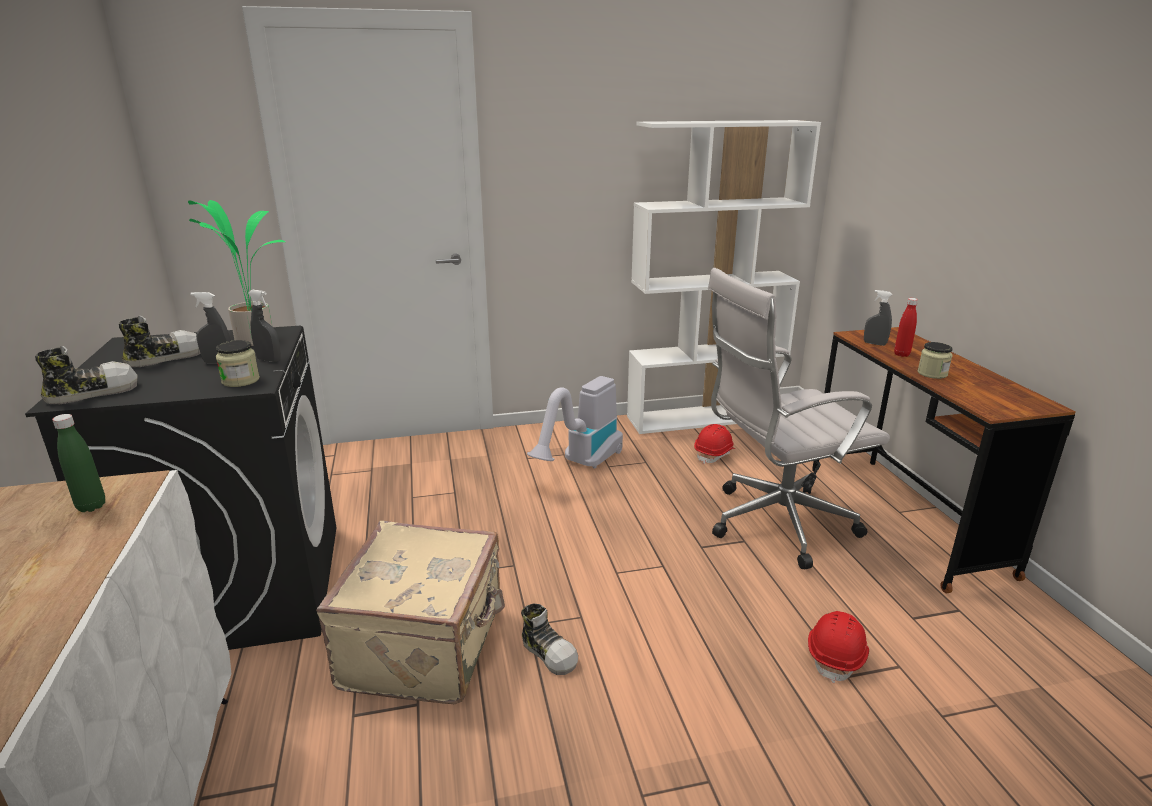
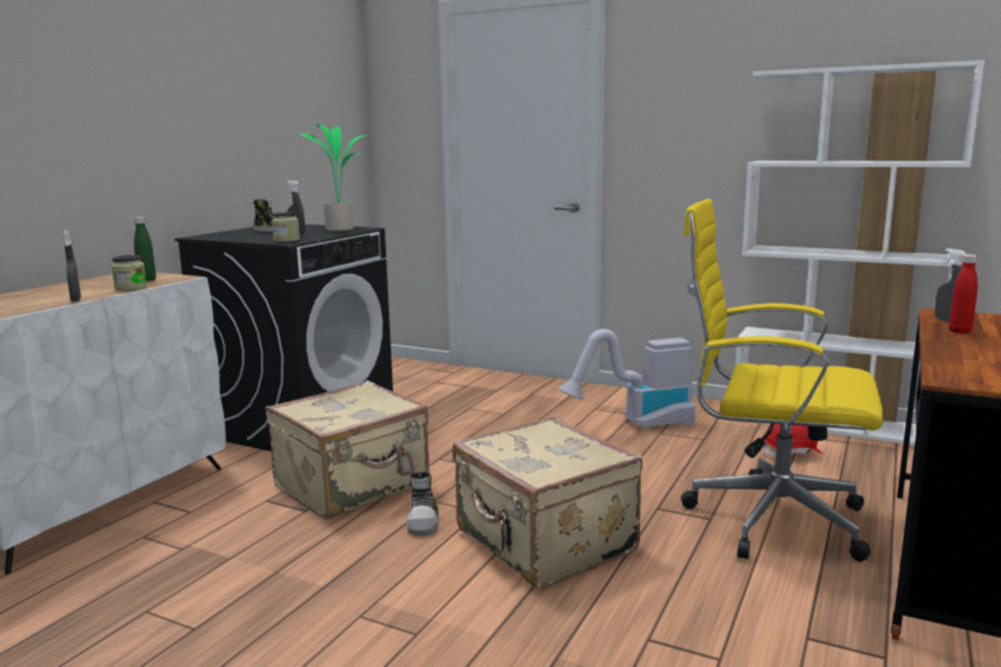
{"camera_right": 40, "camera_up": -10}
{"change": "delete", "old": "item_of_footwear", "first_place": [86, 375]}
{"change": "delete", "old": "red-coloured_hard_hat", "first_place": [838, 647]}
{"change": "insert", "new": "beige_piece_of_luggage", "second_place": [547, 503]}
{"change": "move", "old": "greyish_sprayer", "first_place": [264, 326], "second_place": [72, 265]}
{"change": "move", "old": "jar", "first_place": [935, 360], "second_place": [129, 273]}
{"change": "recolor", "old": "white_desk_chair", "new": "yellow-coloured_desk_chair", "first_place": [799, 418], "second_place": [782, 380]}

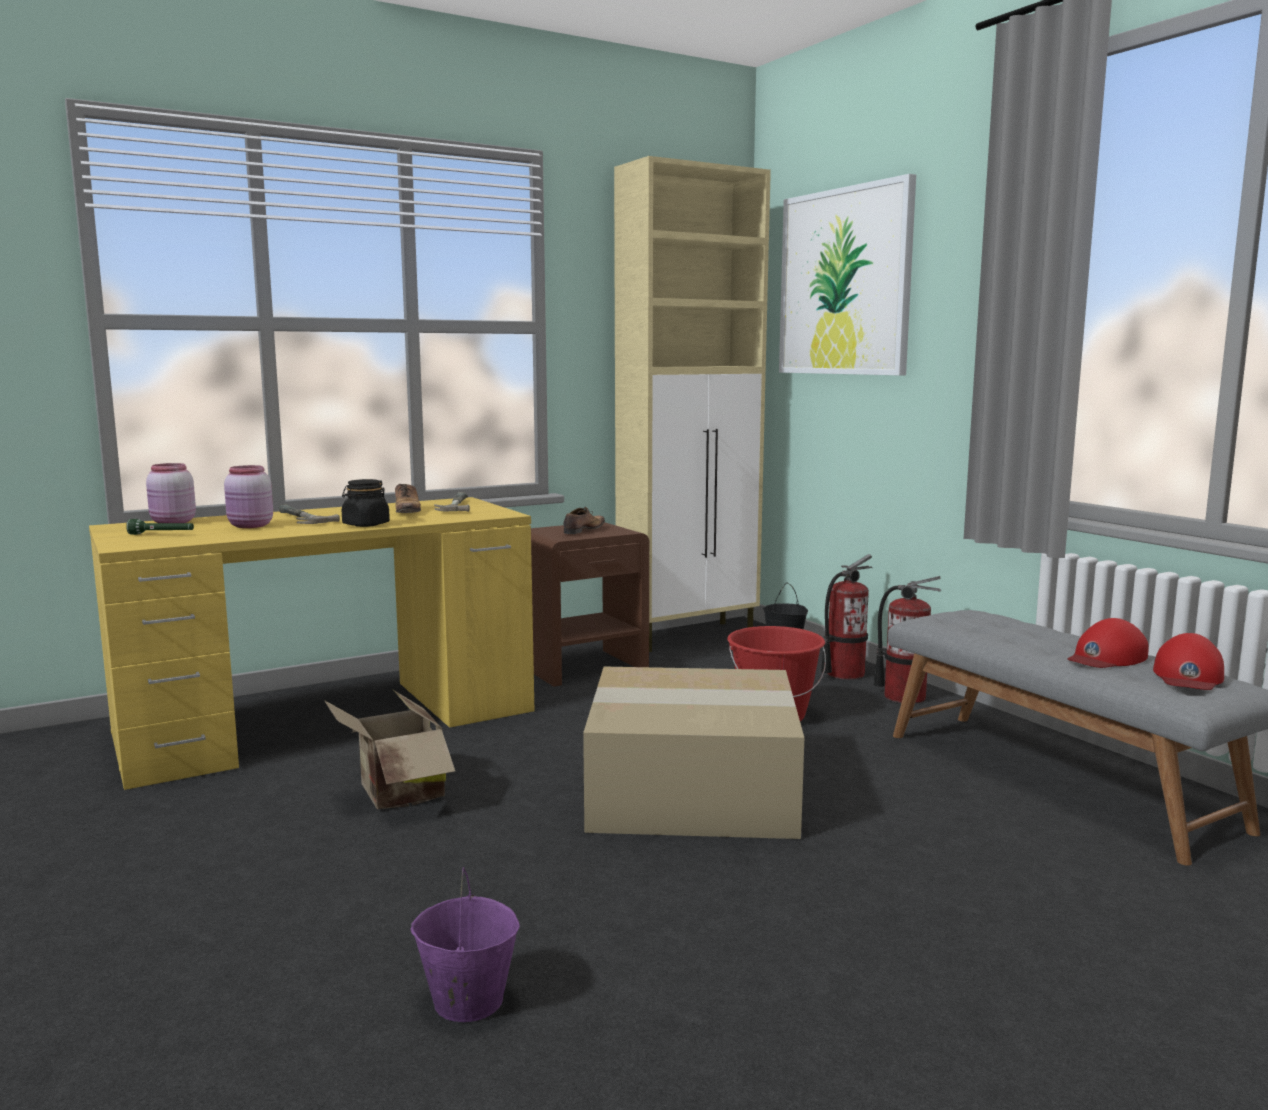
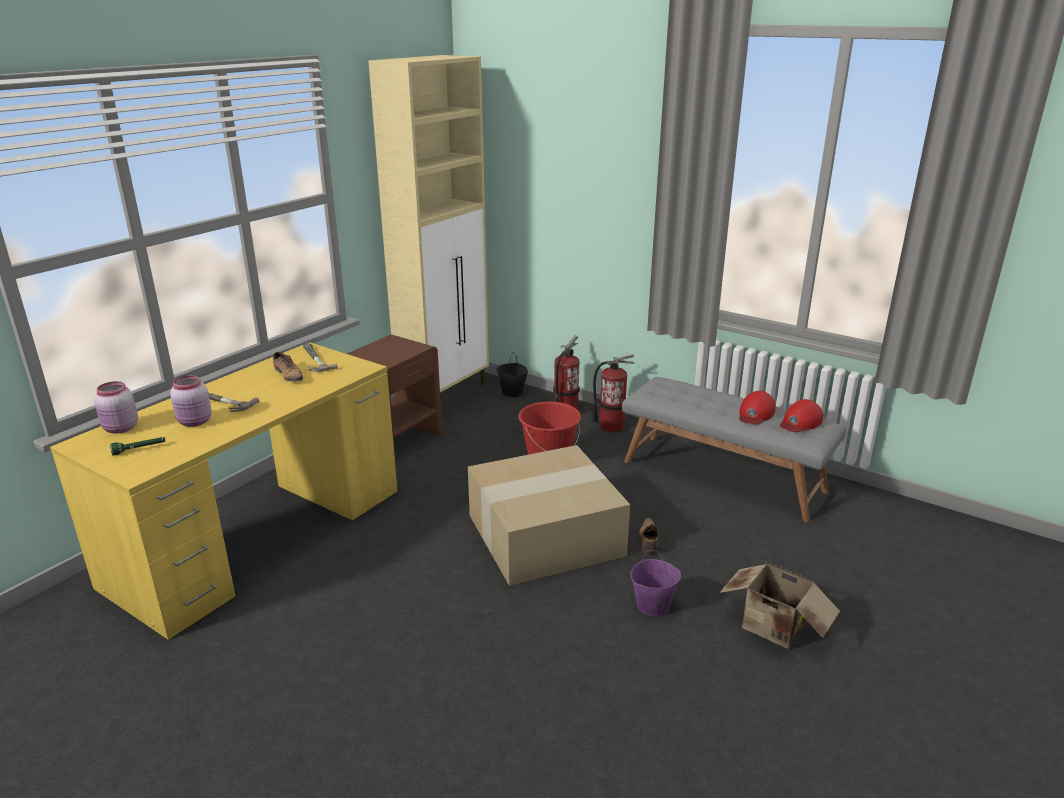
{"camera_right": -25, "camera_up": 15}
{"change": "delete", "old": "black-coloured_jar", "first_place": [366, 503]}
{"change": "delete", "old": "wall_picture", "first_place": [847, 274]}
{"change": "move", "old": "carton", "first_place": [389, 749], "second_place": [780, 604]}
{"change": "move", "old": "purple_bucket", "first_place": [465, 944], "second_place": [655, 583]}
{"change": "move", "old": "item_of_footwear", "first_place": [584, 520], "second_place": [649, 537]}
{"change": "rotate", "old": "red-coloured_peaked_cap", "first_place": [1188, 661], "second_place": [801, 415], "degrees": 45}

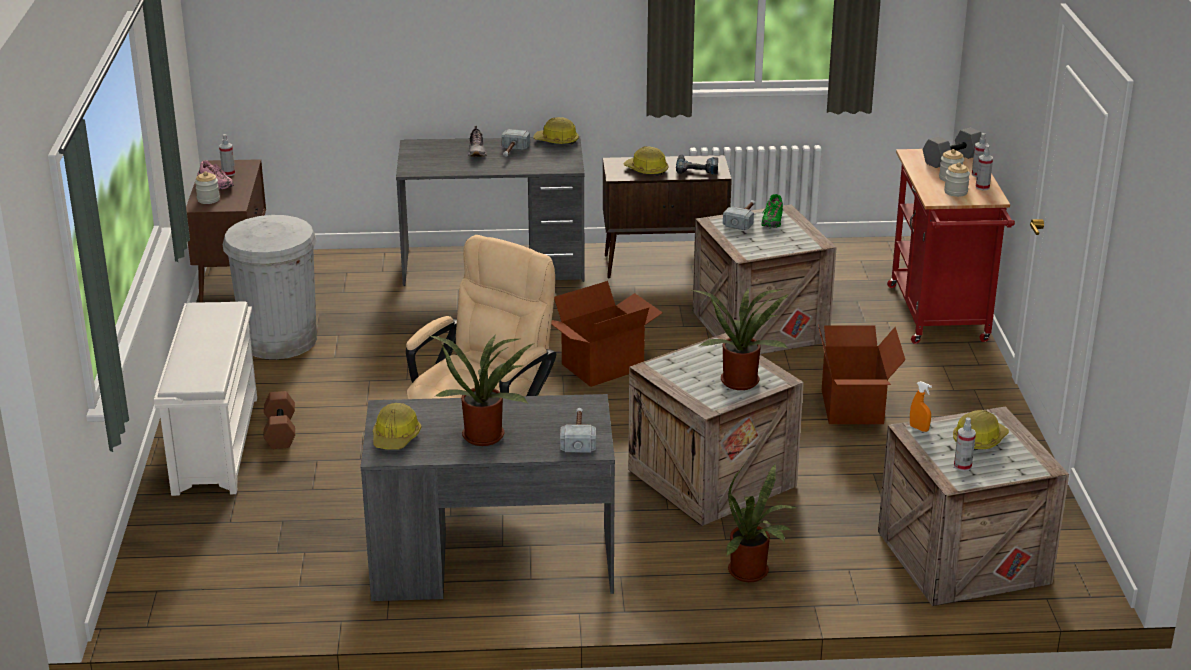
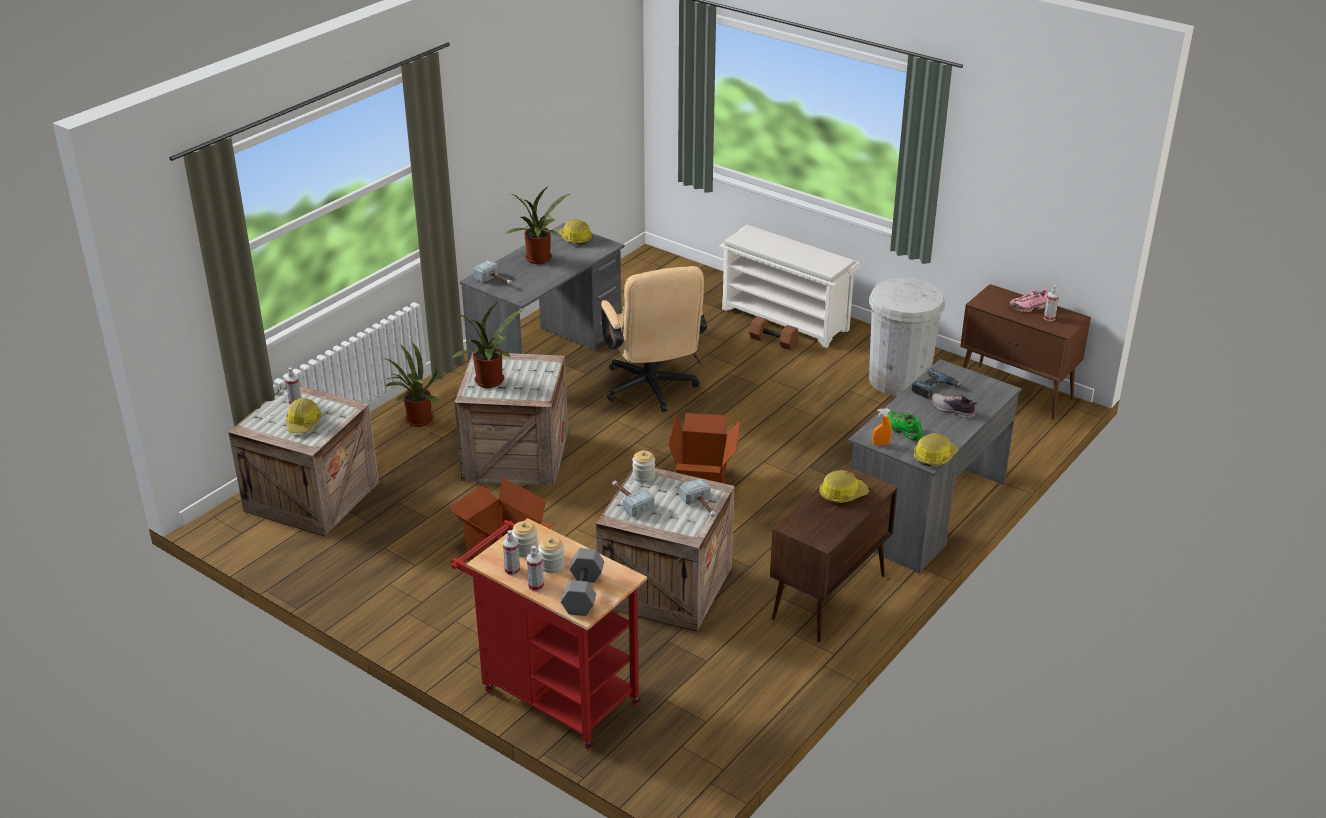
{"camera_right": 130, "camera_up": 5}
{"change": "move", "old": "jar", "first_place": [207, 188], "second_place": [643, 467]}
{"change": "move", "old": "tool_hammer", "first_place": [516, 143], "second_place": [633, 498]}
{"change": "move", "old": "drill", "first_place": [697, 164], "second_place": [936, 383]}
{"change": "move", "old": "greenish_item_of_footwear", "first_place": [772, 211], "second_place": [906, 426]}
{"change": "move", "old": "orange-coloured_sprayer", "first_place": [921, 406], "second_place": [882, 427]}

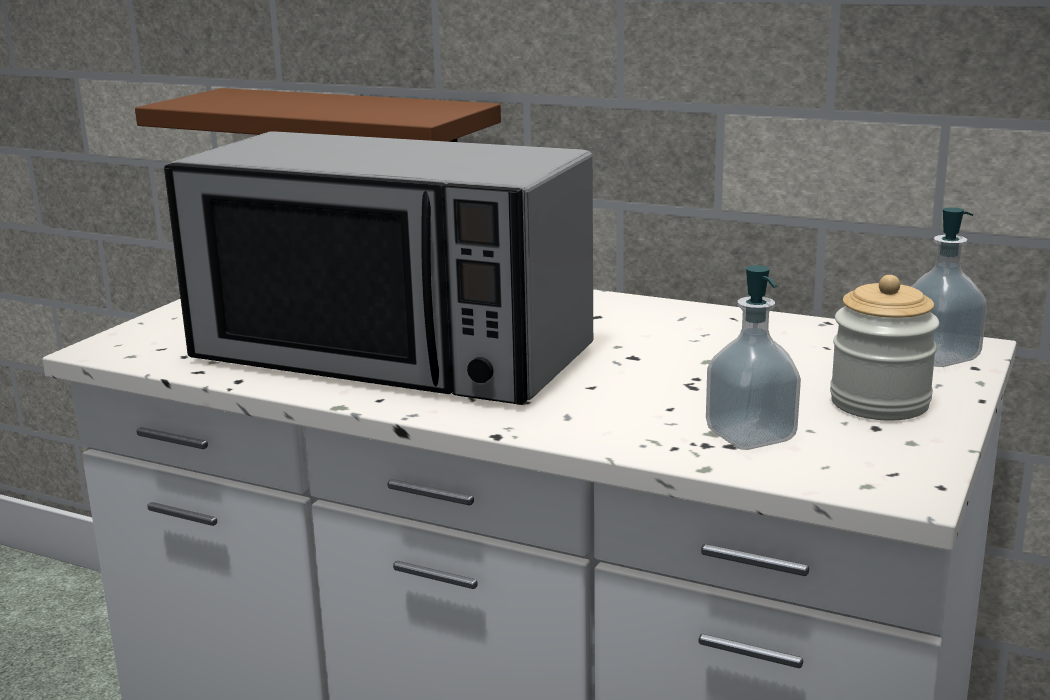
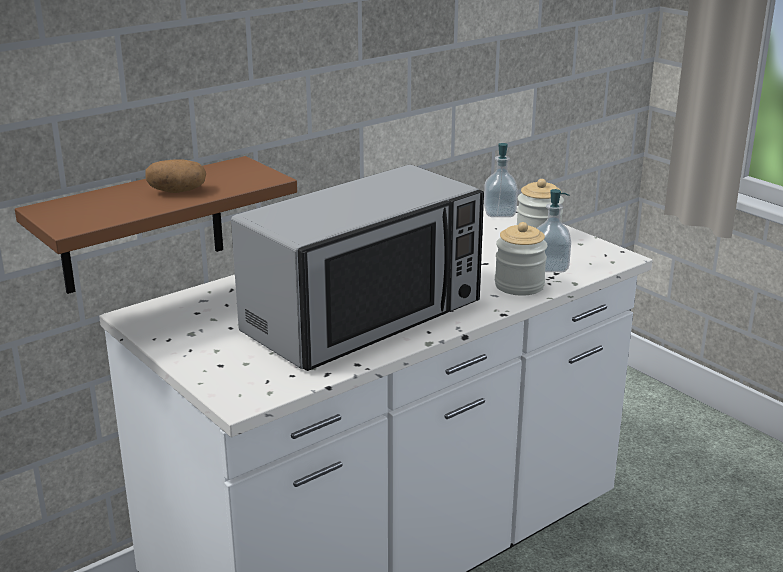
{"camera_right": -65, "camera_up": 5}
{"change": "insert", "new": "whole_potato", "second_place": [176, 176]}
{"change": "insert", "new": "jar", "second_place": [521, 259]}

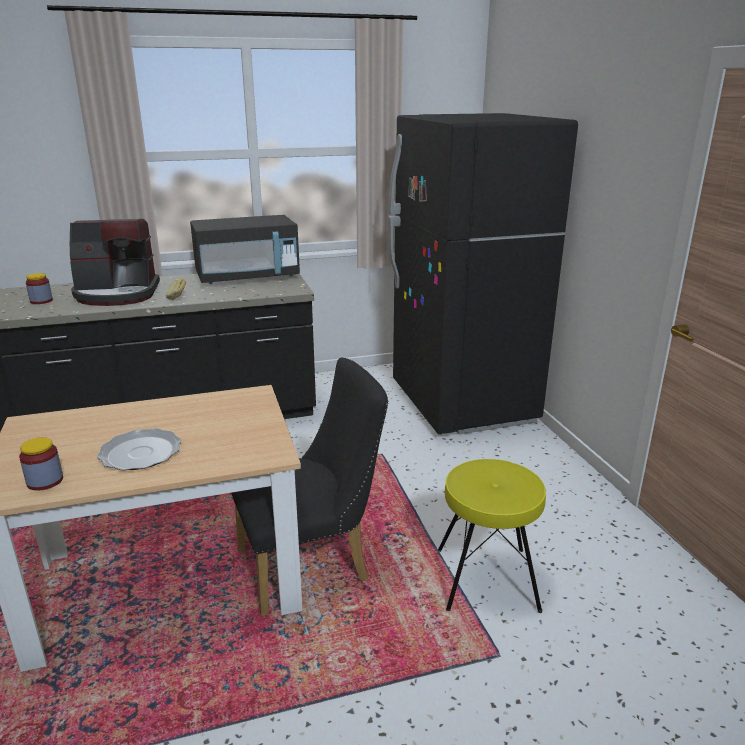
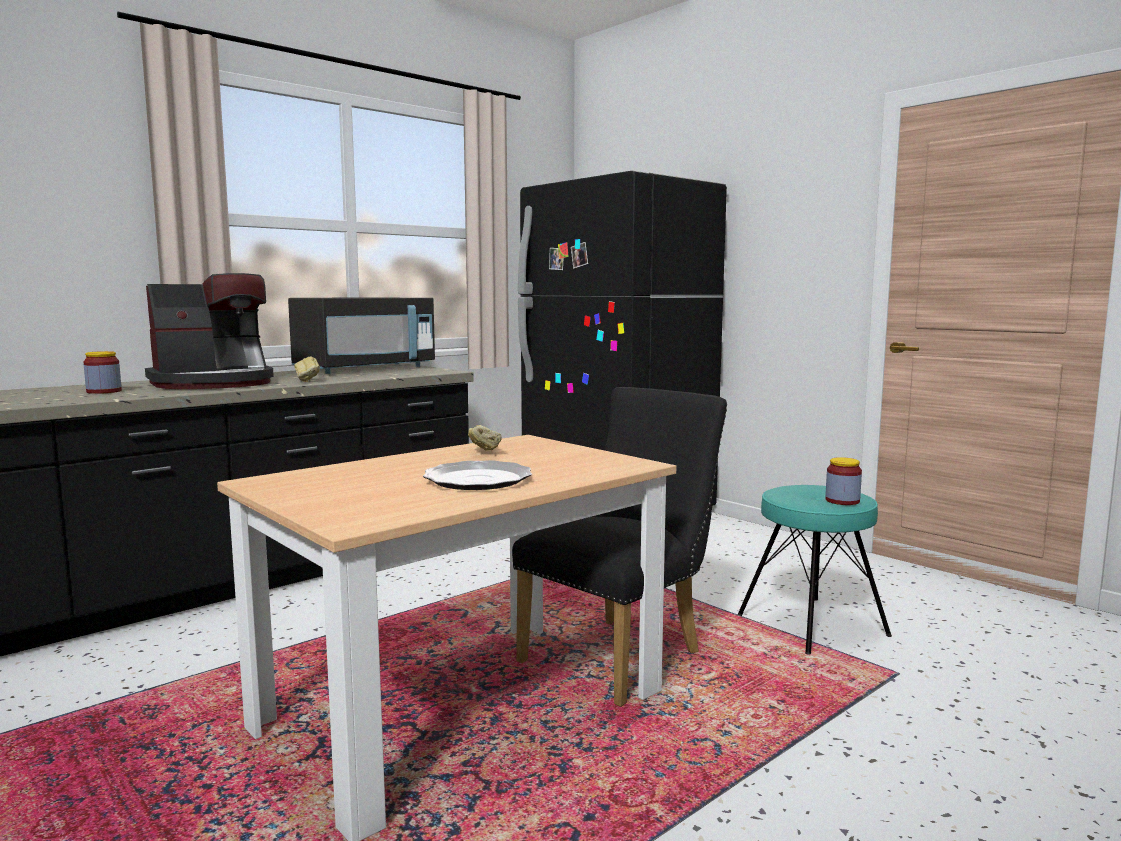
{"camera_right": -25, "camera_up": -15}
{"change": "insert", "new": "baked_bread", "second_place": [484, 438]}
{"change": "move", "old": "jar", "first_place": [41, 464], "second_place": [843, 481]}
{"change": "recolor", "old": "yellow-coloured_sitting_stool", "new": "blue-green_sitting_stool", "first_place": [492, 536], "second_place": [815, 570]}

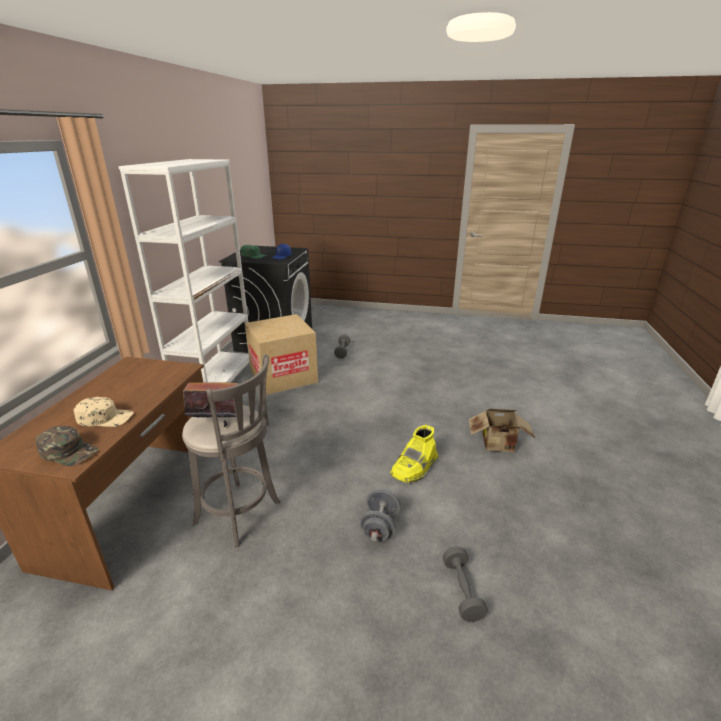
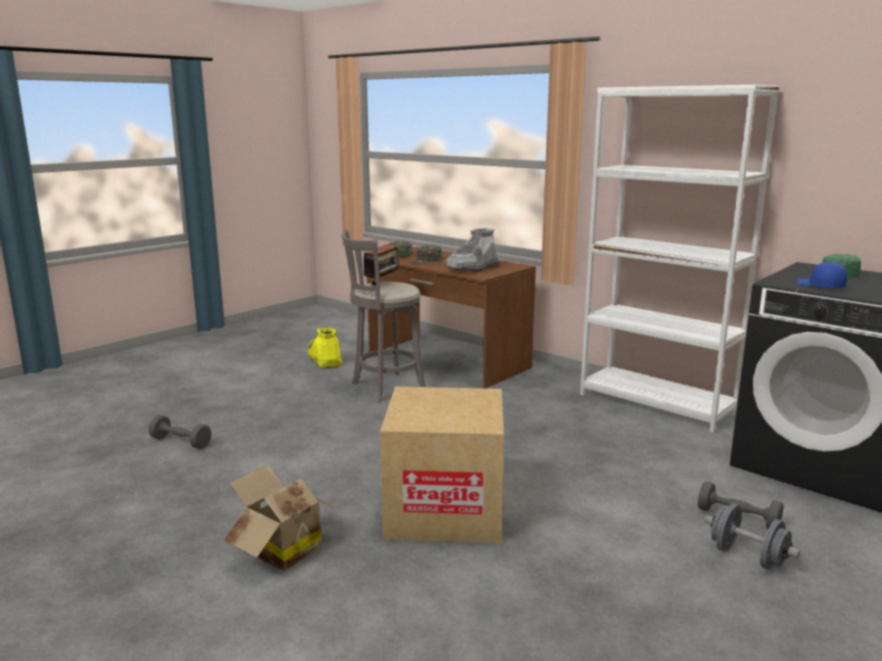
{"camera_right": 120, "camera_up": -10}
{"change": "insert", "new": "greyish_tall_boot", "second_place": [472, 250]}
{"change": "move", "old": "carton", "first_place": [281, 354], "second_place": [442, 464]}
{"change": "move", "old": "greyish_dumbbell", "first_place": [380, 515], "second_place": [752, 536]}
{"change": "move", "old": "yellow-coloured_tall_boot", "first_place": [414, 454], "second_place": [325, 348]}
{"change": "recolor", "old": "beige_peaked_cap", "new": "greenish_peaked_cap", "first_place": [103, 412], "second_place": [426, 254]}

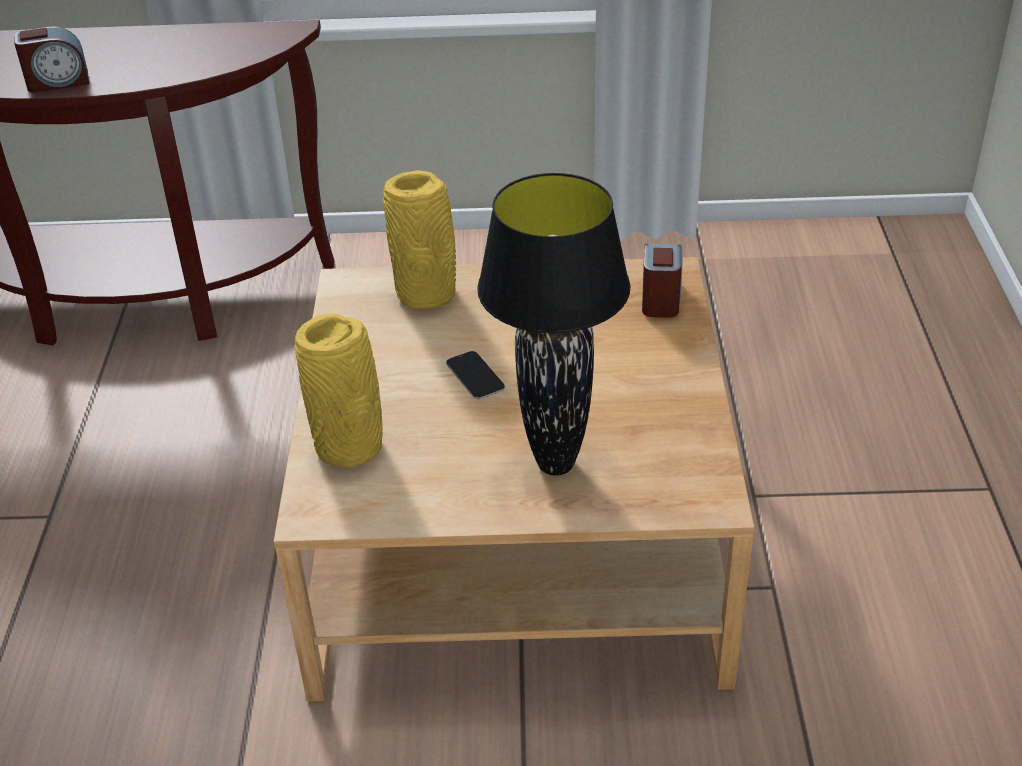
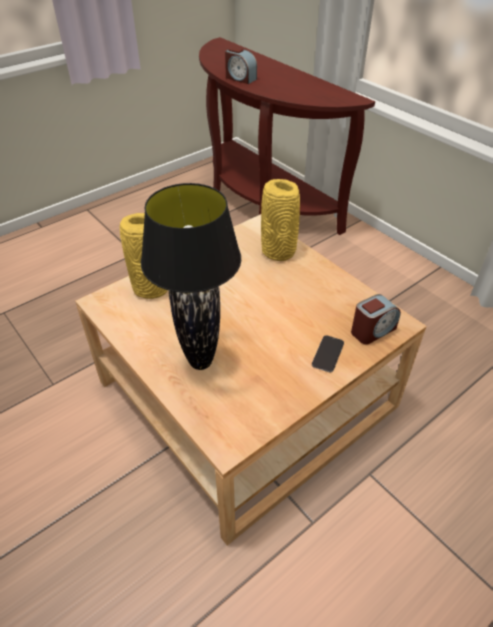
{"camera_right": 50, "camera_up": 5}
{"change": "move", "old": "handset", "first_place": [475, 375], "second_place": [328, 353]}

